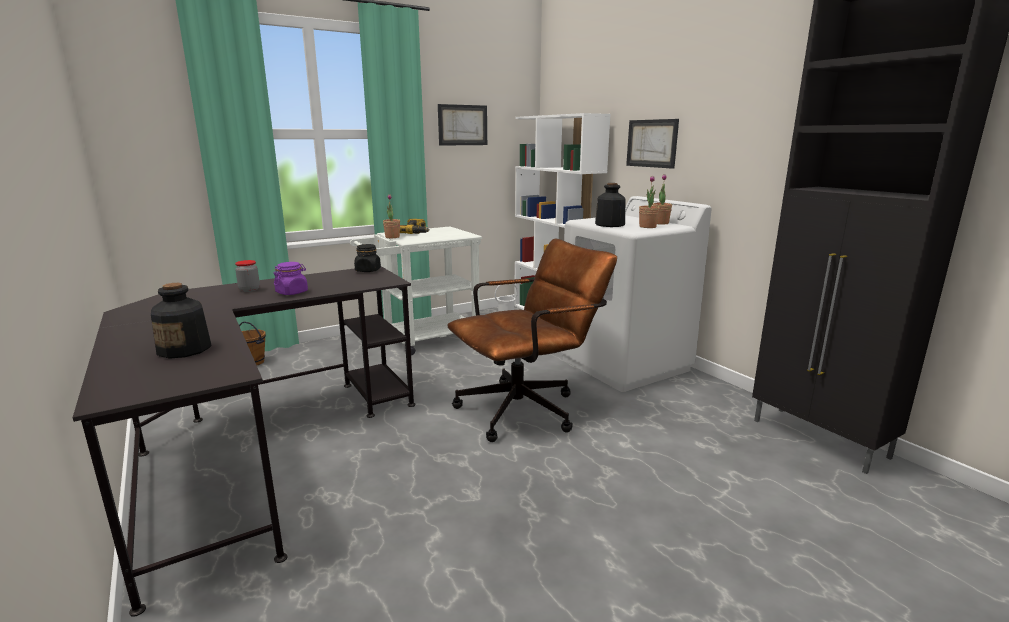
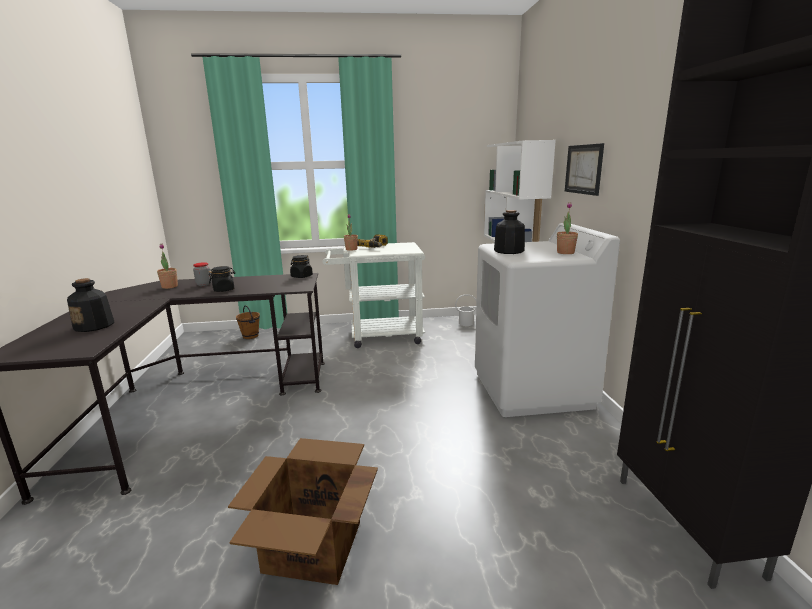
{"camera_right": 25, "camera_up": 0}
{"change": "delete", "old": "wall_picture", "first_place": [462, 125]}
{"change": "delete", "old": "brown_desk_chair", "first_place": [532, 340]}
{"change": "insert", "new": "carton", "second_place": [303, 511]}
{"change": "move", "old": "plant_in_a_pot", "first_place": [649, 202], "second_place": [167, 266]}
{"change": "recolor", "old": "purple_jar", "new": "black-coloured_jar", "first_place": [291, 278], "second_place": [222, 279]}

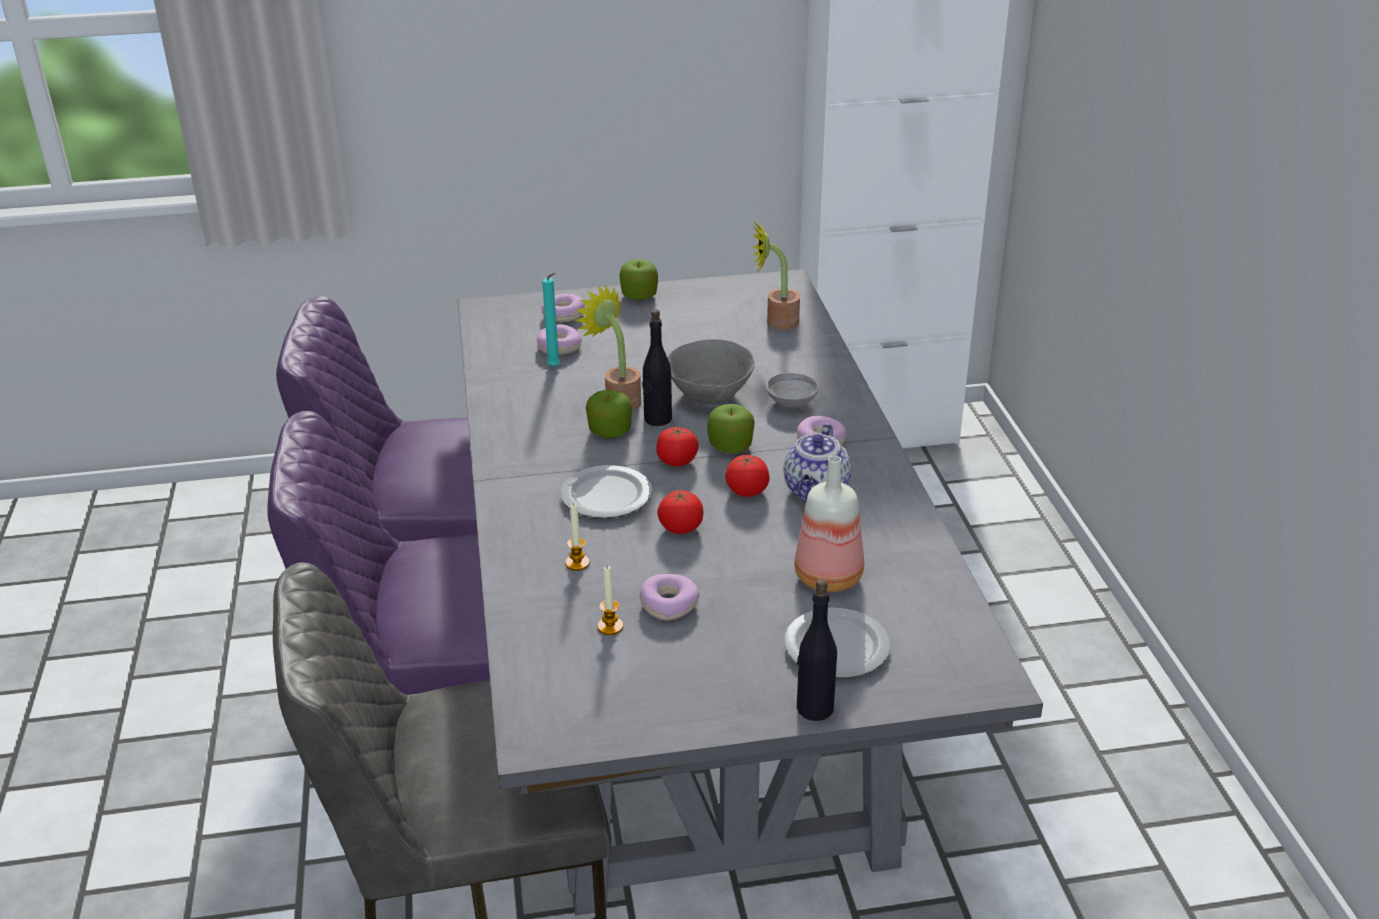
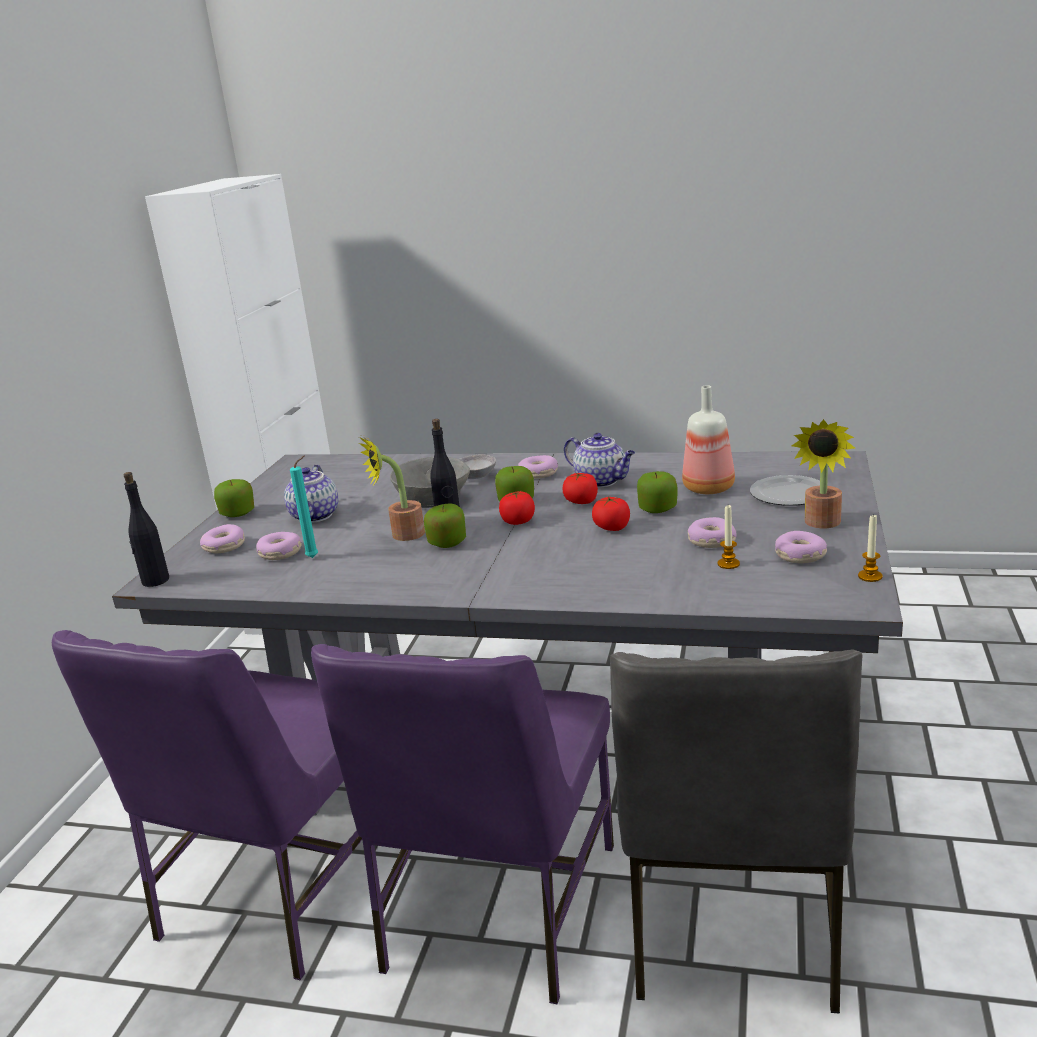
{"camera_right": -65, "camera_up": -10}
{"change": "delete", "old": "plate", "first_place": [606, 491]}
{"change": "insert", "new": "pot_for_tea", "second_place": [311, 494]}
{"change": "insert", "new": "apple", "second_place": [657, 492]}
{"change": "insert", "new": "donut", "second_place": [801, 547]}
{"change": "move", "old": "wax_light", "first_place": [577, 537], "second_place": [870, 548]}
{"change": "move", "old": "plant_in_a_pot", "first_place": [776, 275], "second_place": [823, 473]}
{"change": "move", "old": "black-coloured_bottle", "first_place": [817, 650], "second_place": [146, 529]}

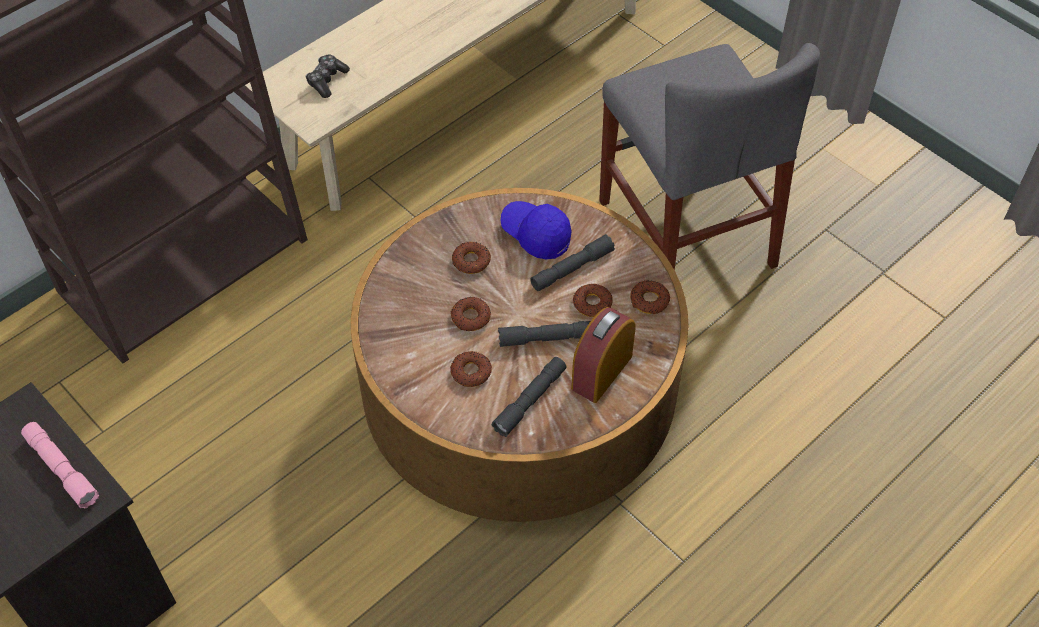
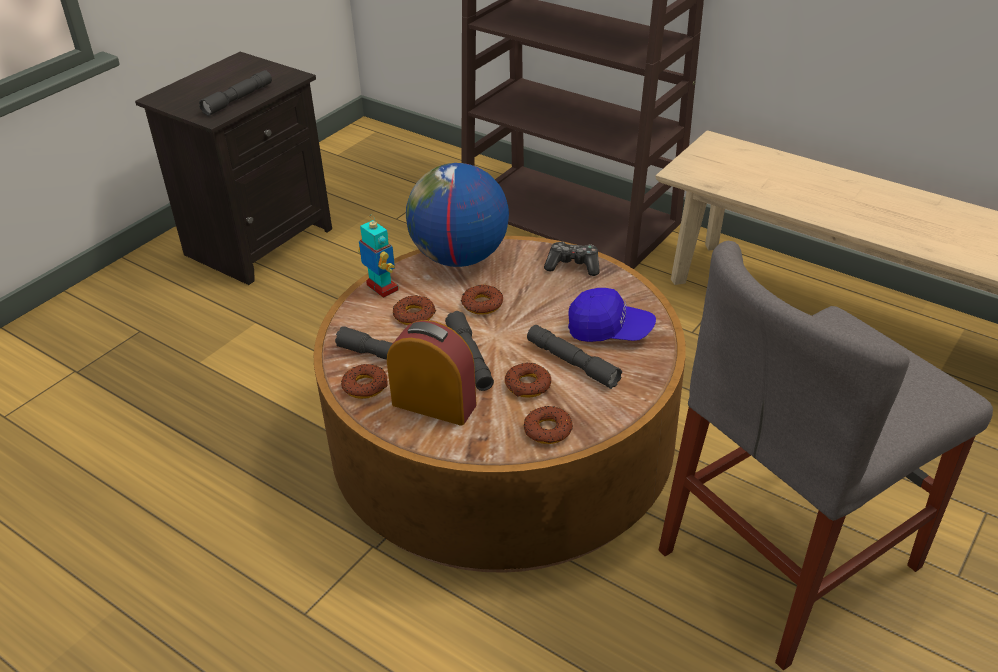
{"camera_right": 80, "camera_up": -15}
{"change": "insert", "new": "robot_figure", "second_place": [378, 256]}
{"change": "insert", "new": "desk_globe", "second_place": [457, 215]}
{"change": "move", "old": "joypad", "first_place": [327, 76], "second_place": [572, 259]}
{"change": "move", "old": "donut", "first_place": [471, 258], "second_place": [364, 381]}
{"change": "recolor", "old": "pink-coloured_torch", "new": "greyish_torch", "first_place": [60, 465], "second_place": [235, 93]}
{"change": "rotate", "old": "bluish_peaked_cap", "first_place": [536, 230], "second_place": [612, 315], "degrees": 75}

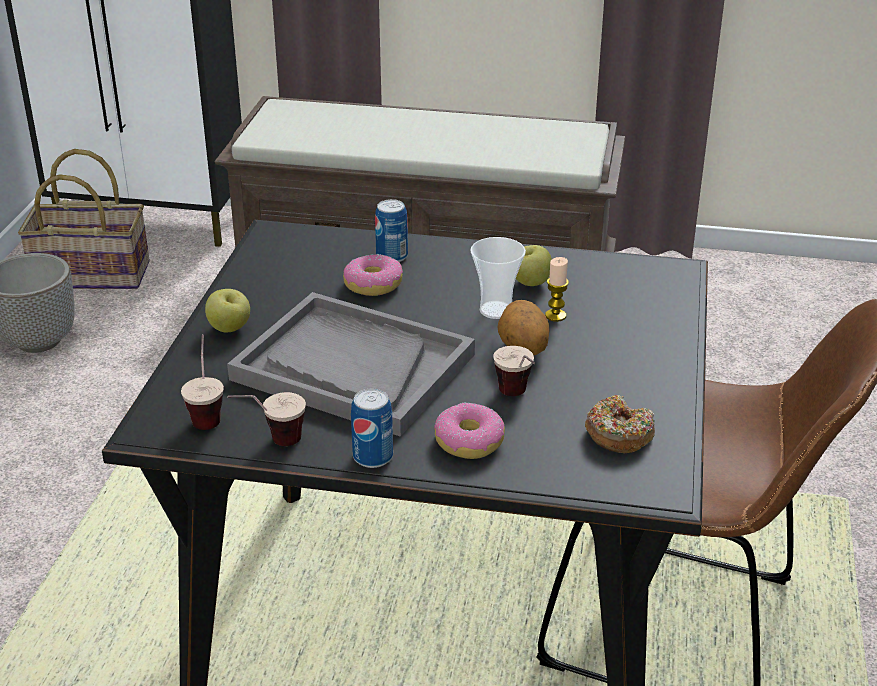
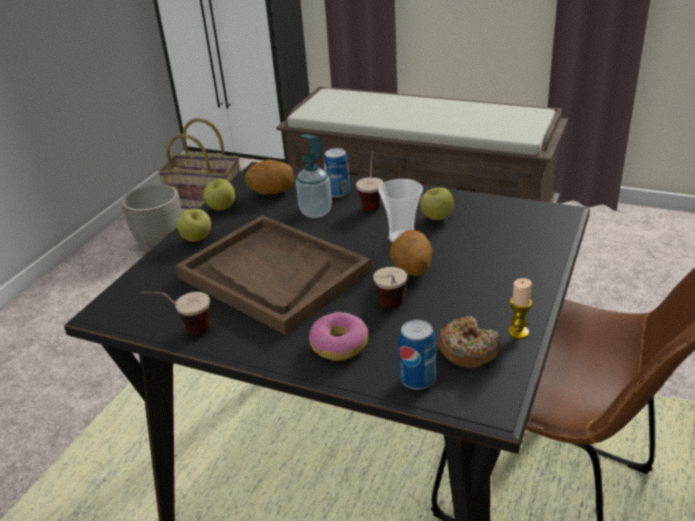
{"camera_right": 15, "camera_up": 0}
{"change": "insert", "new": "apple", "second_place": [219, 194]}
{"change": "insert", "new": "whole_potato", "second_place": [269, 176]}
{"change": "move", "old": "drinking_cup", "first_place": [202, 382], "second_place": [370, 180]}
{"change": "move", "old": "can", "first_place": [372, 428], "second_place": [417, 355]}
{"change": "move", "old": "wax_light", "first_place": [557, 289], "second_place": [520, 308]}
{"change": "replace", "old": "donut", "new": "liquid_soap_bottle", "first_place": [373, 275], "second_place": [314, 176]}
{"change": "recolor", "old": "greyish_carrying_tray", "new": "brown_carrying_tray", "first_place": [351, 364], "second_place": [273, 275]}

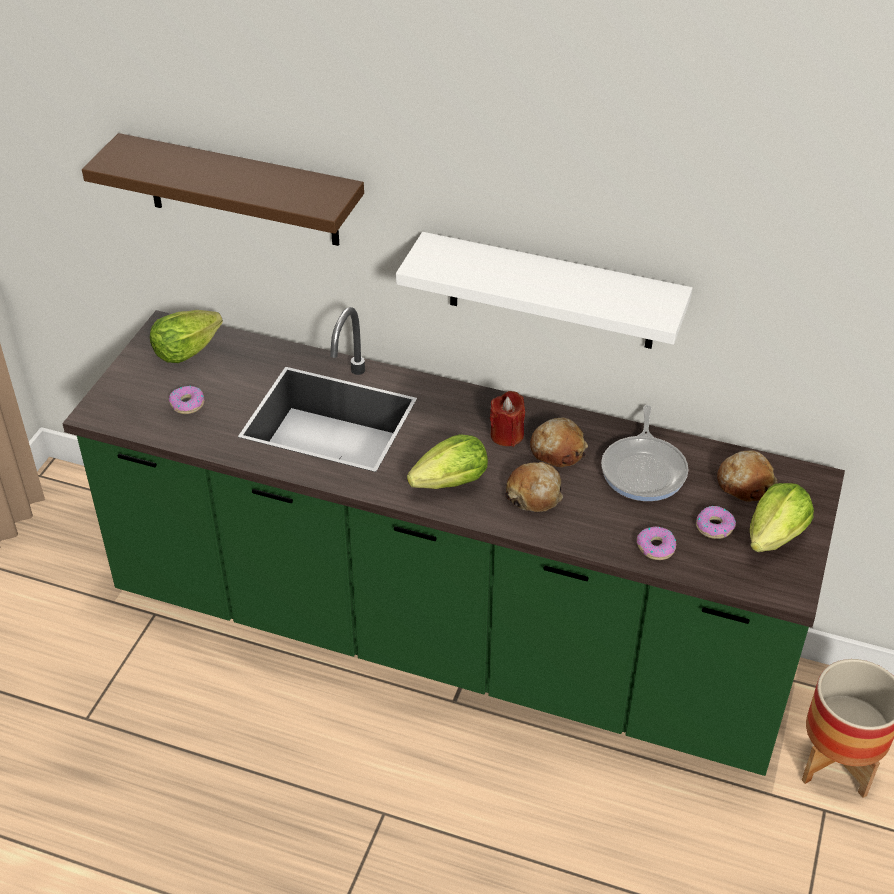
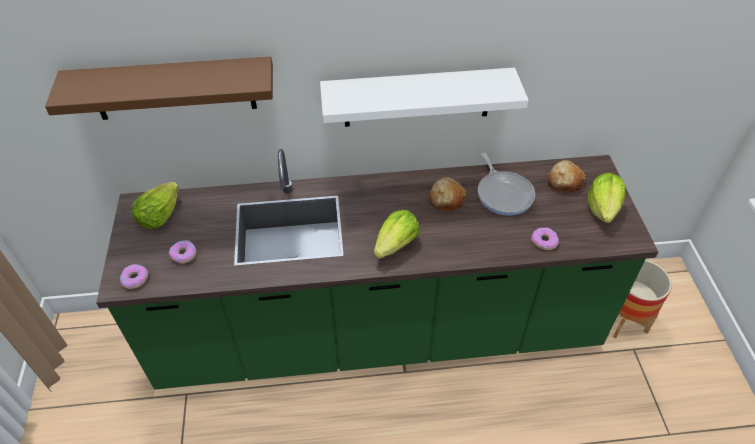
{"camera_right": -25, "camera_up": 5}
{"change": "delete", "old": "red-coloured_wax_light", "first_place": [507, 419]}
{"change": "delete", "old": "baked_bread", "first_place": [534, 487]}
{"change": "move", "old": "donut", "first_place": [716, 522], "second_place": [134, 276]}

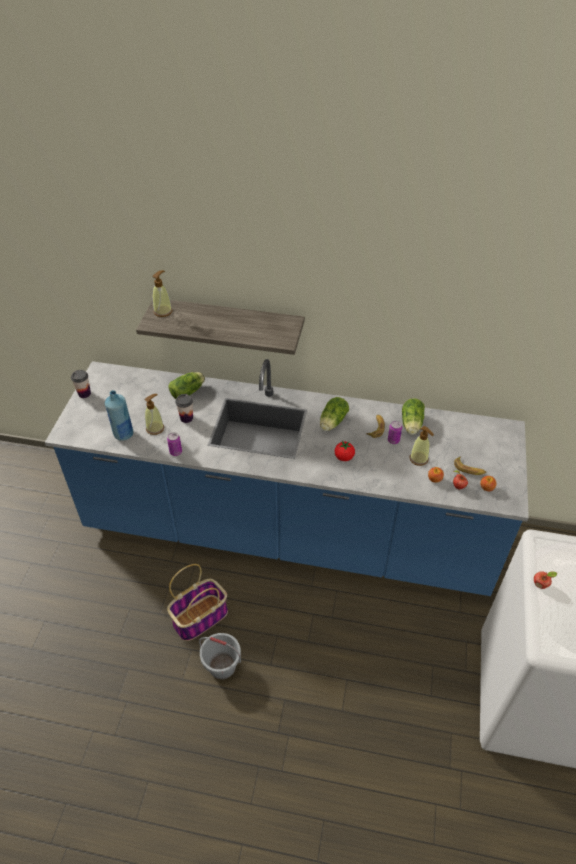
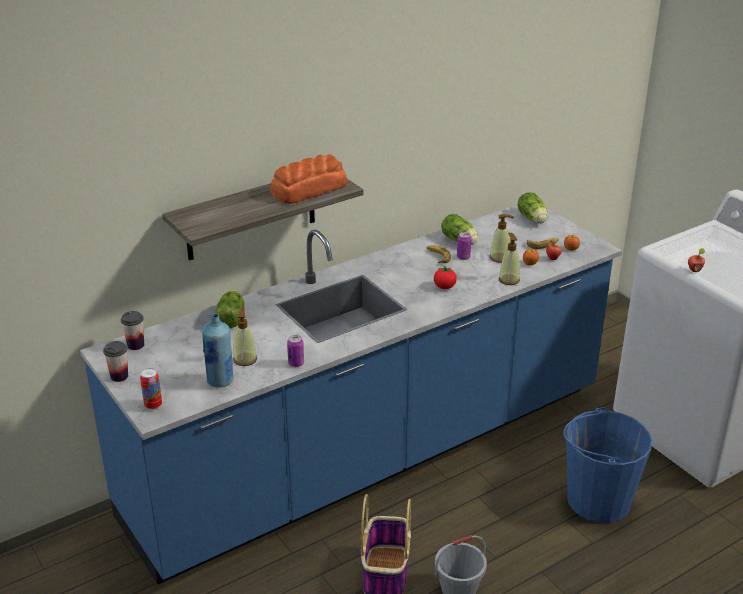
{"camera_right": -45, "camera_up": -15}
{"change": "insert", "new": "can", "second_place": [151, 389]}
{"change": "insert", "new": "baked_bread", "second_place": [308, 179]}
{"change": "insert", "new": "bluish_bucket", "second_place": [608, 465]}
{"change": "move", "old": "liquid_soap_bottle", "first_place": [162, 293], "second_place": [509, 259]}
{"change": "move", "old": "drinking_cup", "first_place": [184, 408], "second_place": [132, 330]}
{"change": "move", "old": "head_of_lettuce", "first_place": [334, 414], "second_place": [533, 207]}

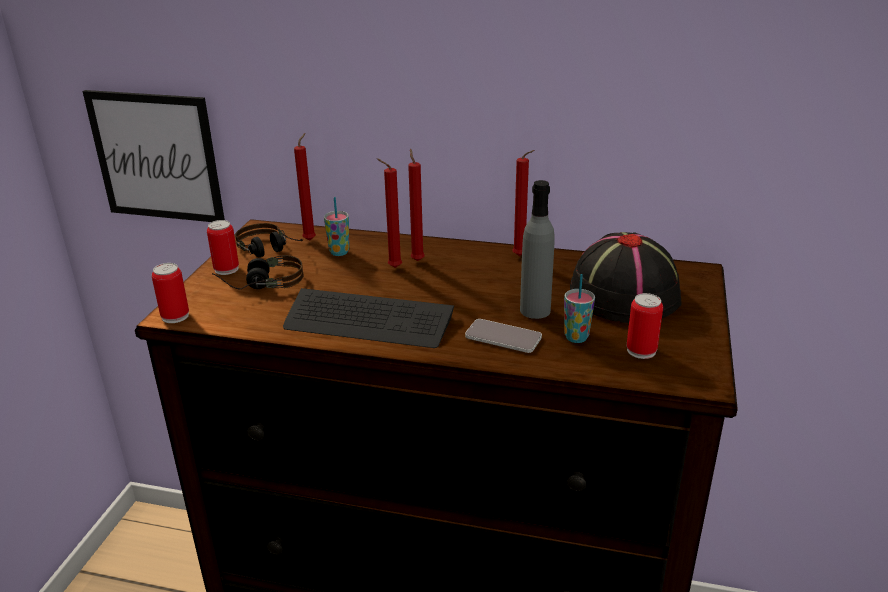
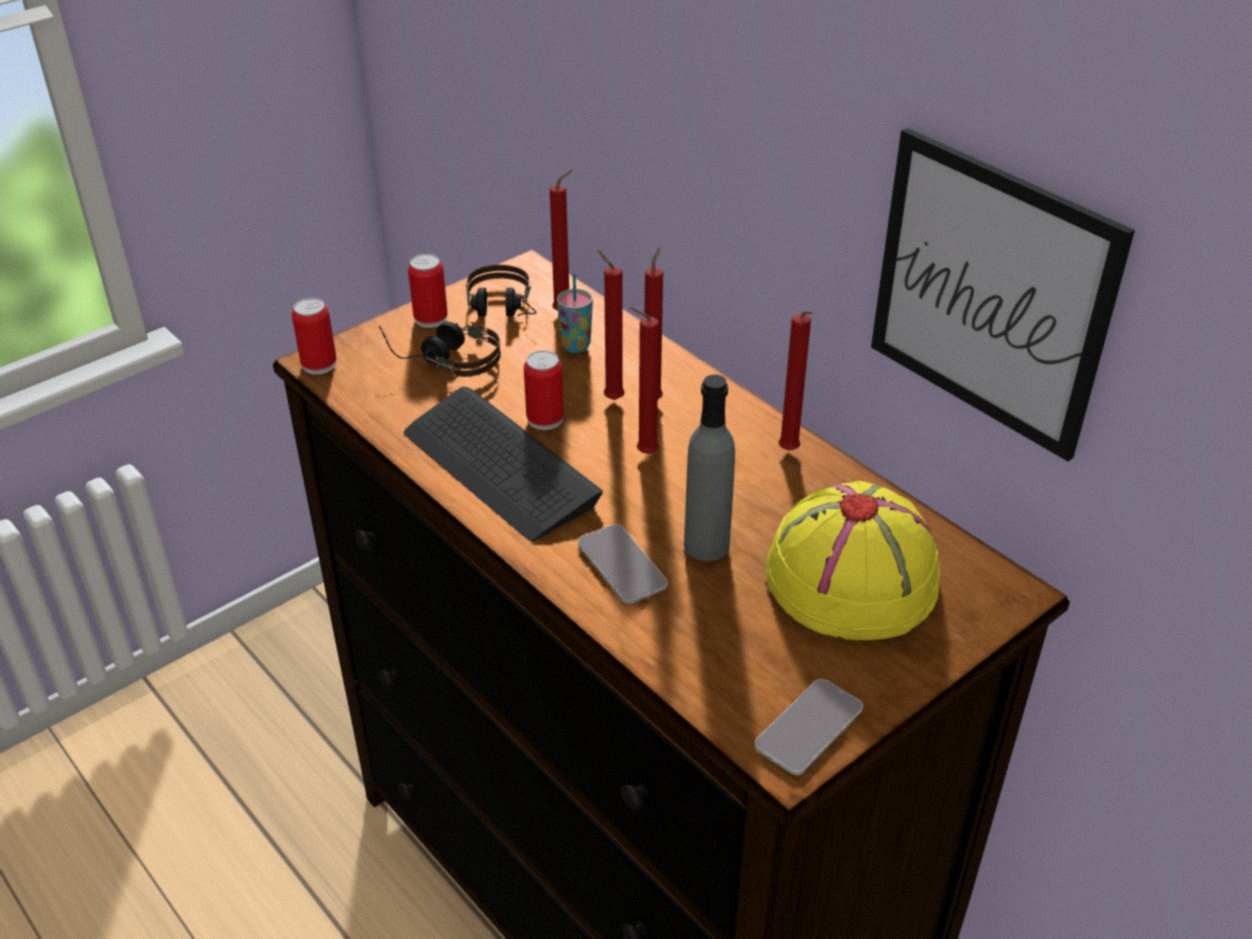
{"camera_right": 35, "camera_up": 10}
{"change": "delete", "old": "drinking_cup", "first_place": [579, 308]}
{"change": "insert", "new": "red-coloured_wax_light", "second_place": [644, 380]}
{"change": "insert", "new": "handset", "second_place": [809, 727]}
{"change": "move", "old": "wall_picture", "first_place": [153, 156], "second_place": [1003, 294]}
{"change": "move", "old": "can", "first_place": [645, 326], "second_place": [544, 390]}
{"change": "recolor", "old": "black-coloured_clothing_hat", "new": "yellow-coloured_clothing_hat", "first_place": [626, 277], "second_place": [852, 560]}

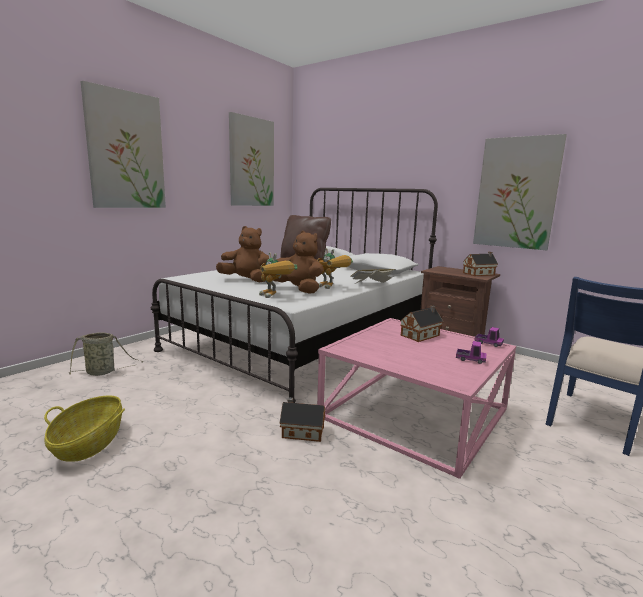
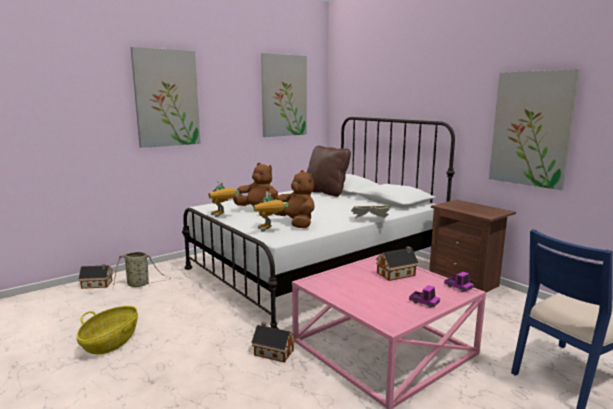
{"camera_right": 15, "camera_up": 0}
{"change": "move", "old": "robot_figure", "first_place": [335, 268], "second_place": [223, 199]}
{"change": "move", "old": "model_house", "first_place": [480, 264], "second_place": [96, 276]}

